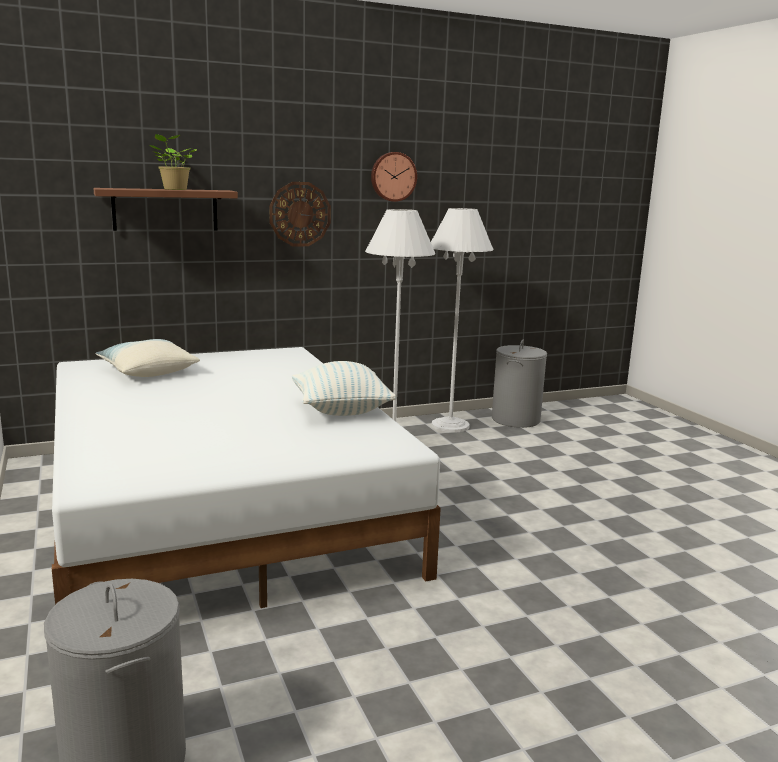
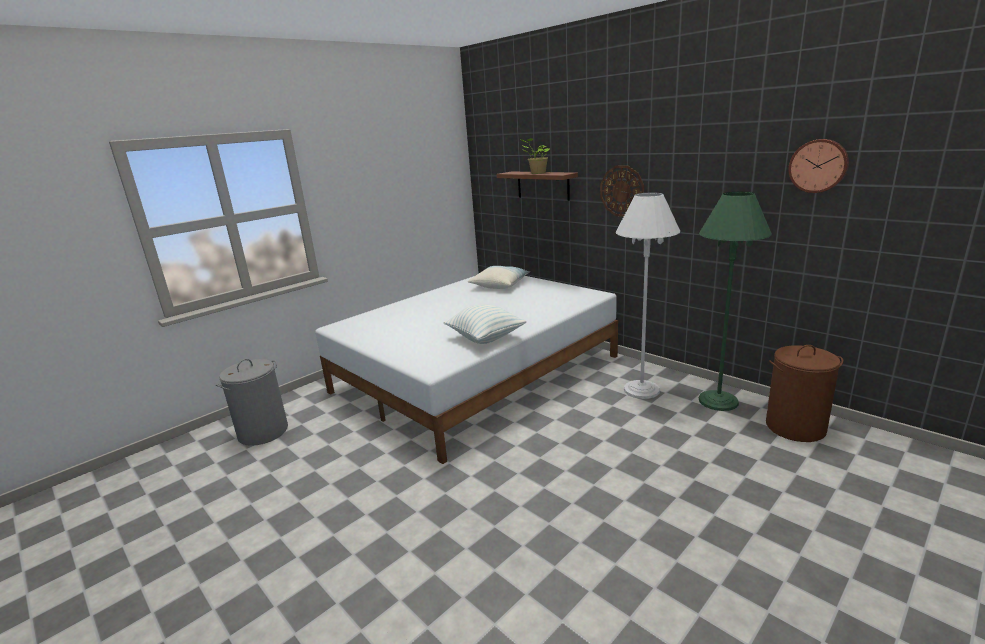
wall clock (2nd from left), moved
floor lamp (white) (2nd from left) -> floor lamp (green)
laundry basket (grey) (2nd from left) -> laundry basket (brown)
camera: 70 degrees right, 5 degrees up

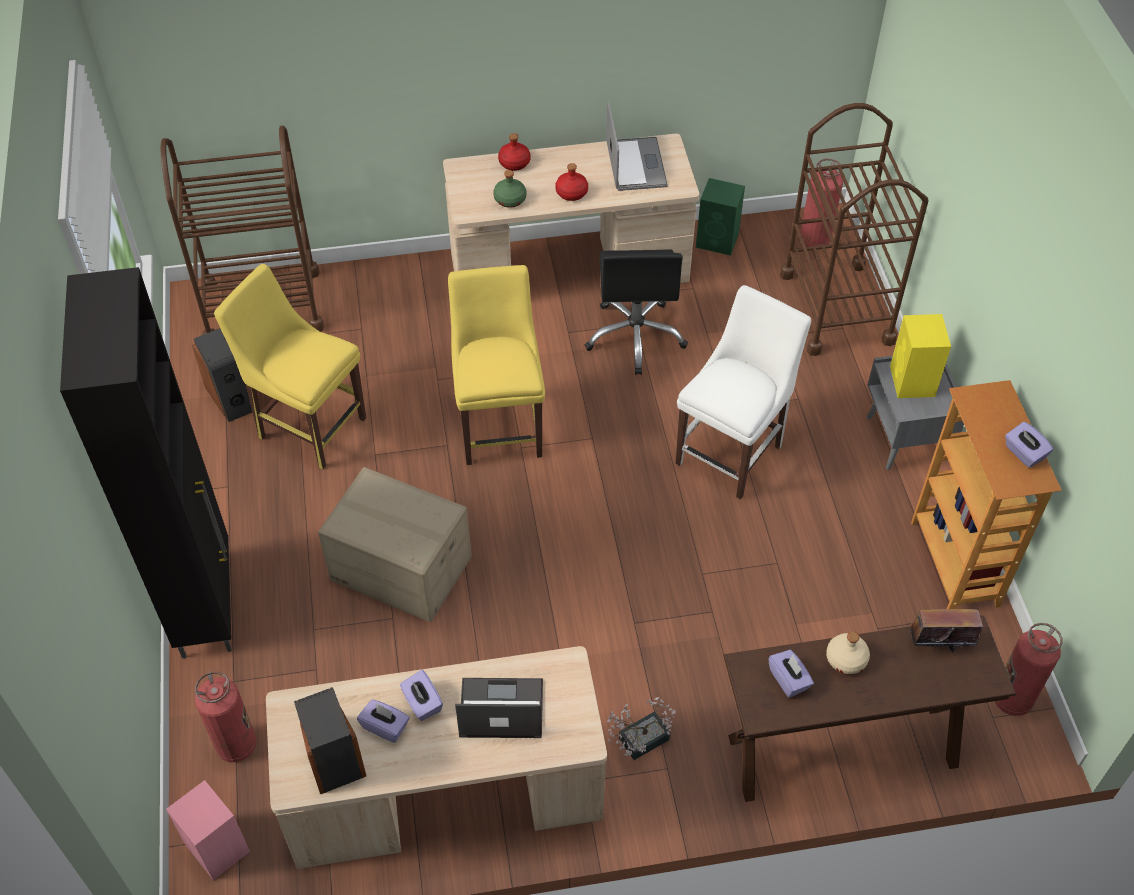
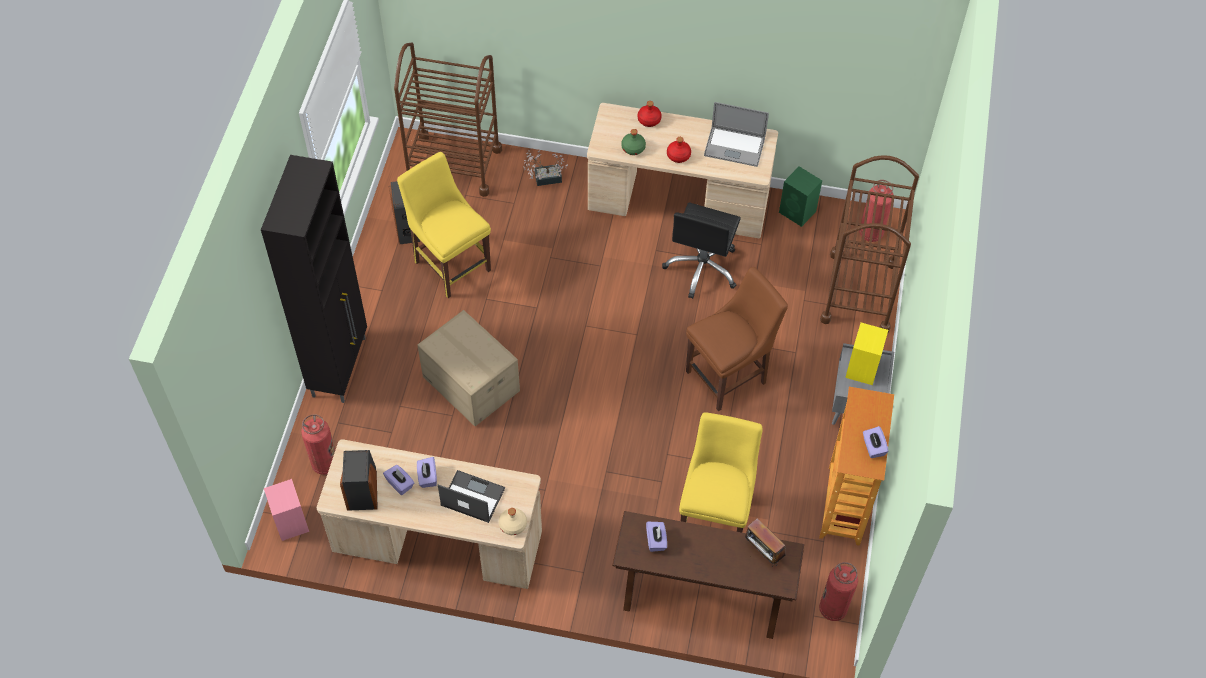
chair (yellow) (2nd from left), moved
laptop (2nd from left), 90 degrees clockwise
potted plant, moved
chair (white) -> chair (brown)
bottle (beige), moved
radio, 150 degrees counterclockwise
camera: 20 degrees right, 5 degrees up

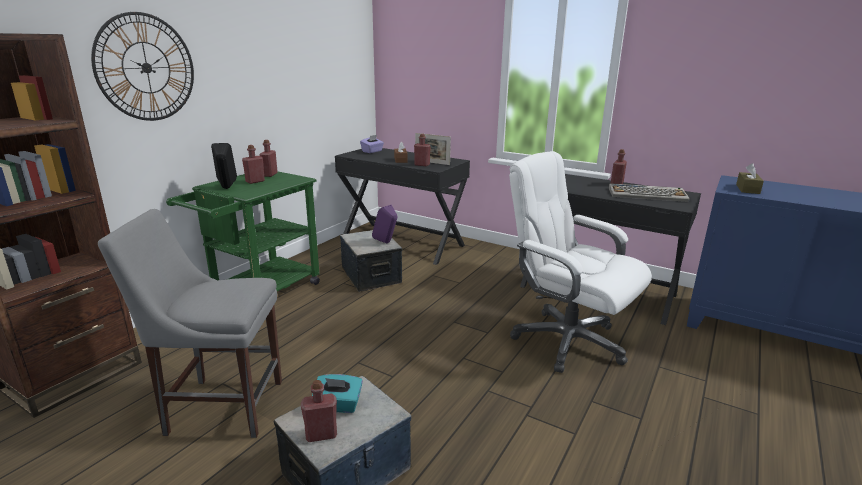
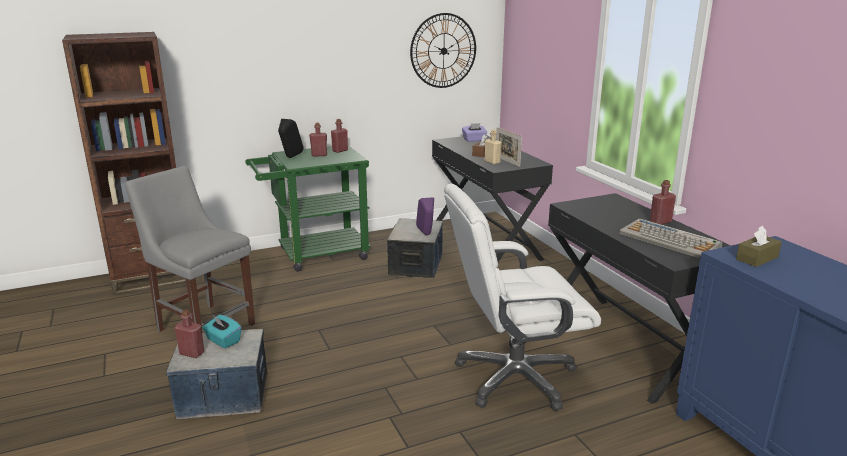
wall clock, moved
bottle (red) (4th from left) -> bottle (beige)
office chair (white), 90 degrees counterclockwise
camera: 35 degrees right, 0 degrees up

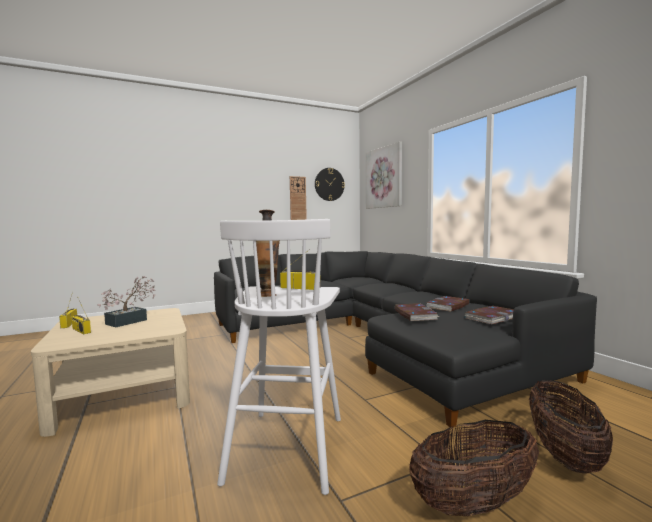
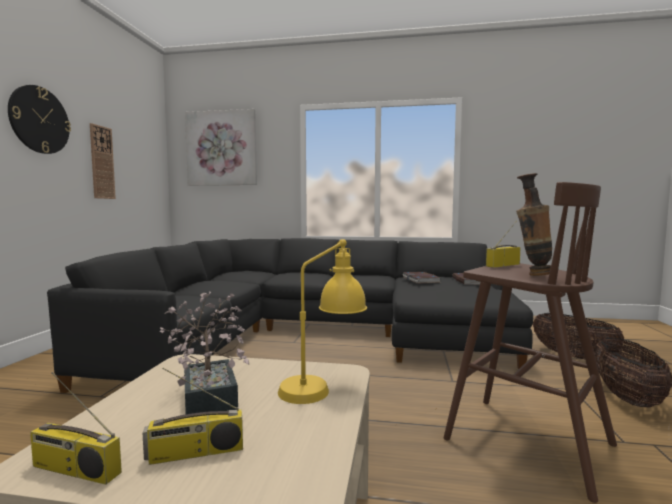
stool (white) -> stool (brown)
wall clock (2nd from left in the first image) -> wall clock (1st from left), moved
book (1st from left) -> none
none -> table lamp (yellow)
camera: 55 degrees left, 0 degrees up

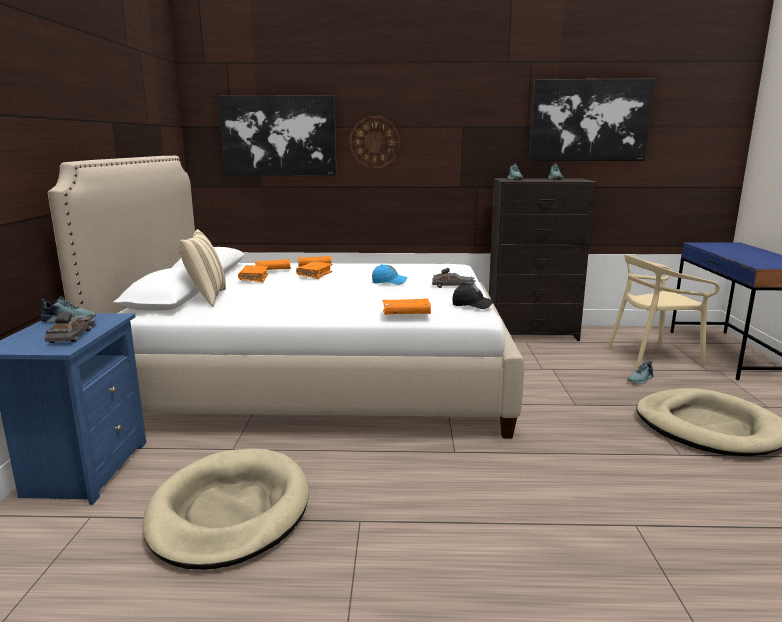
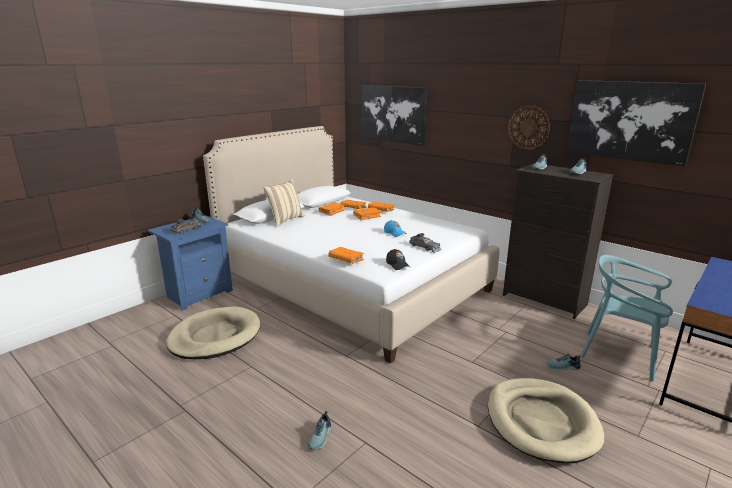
wall clock, moved
chair (beige) -> chair (turquoise)
none -> shoe (2nd from left)
camera: 40 degrees right, 5 degrees up

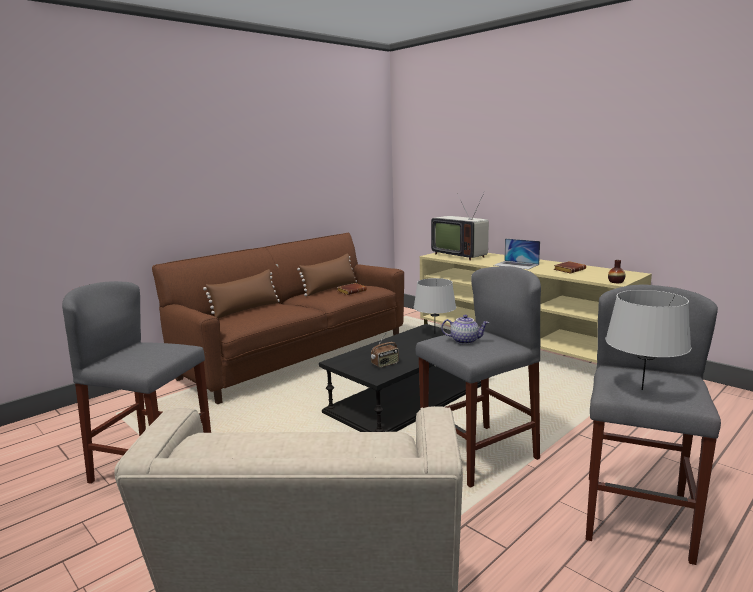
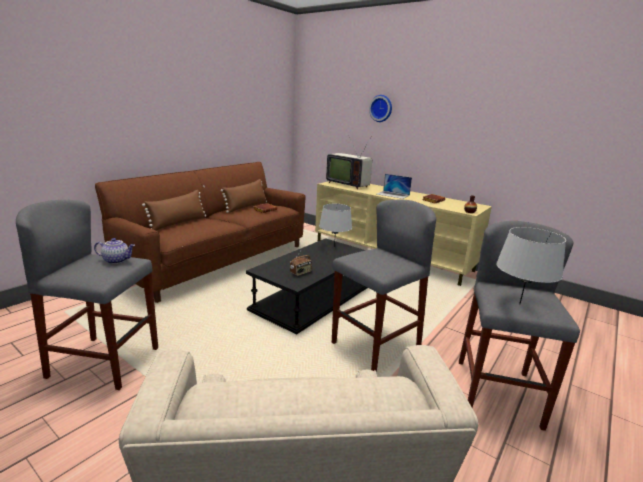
teapot, moved
none -> wall clock
camera: 10 degrees left, 5 degrees up

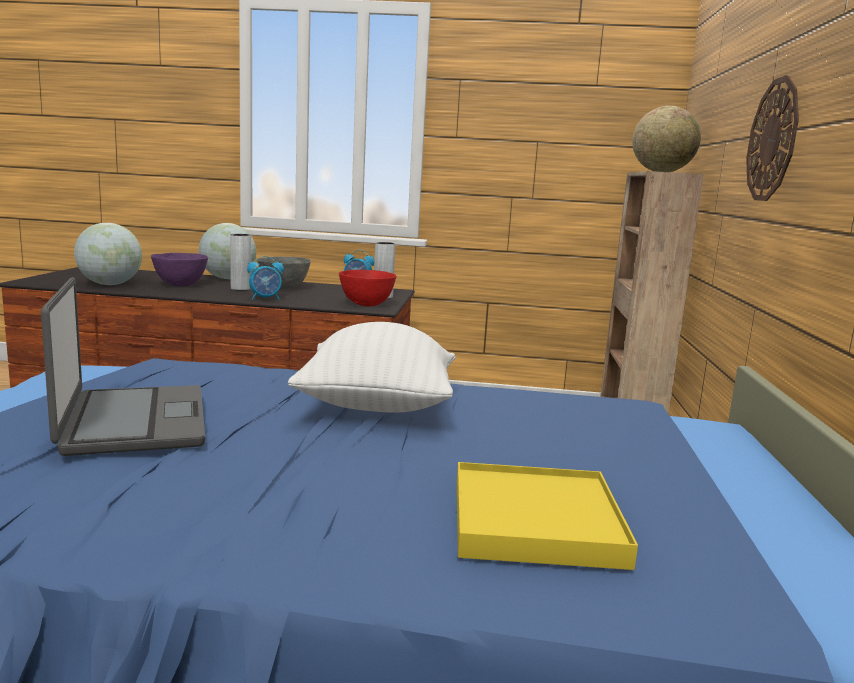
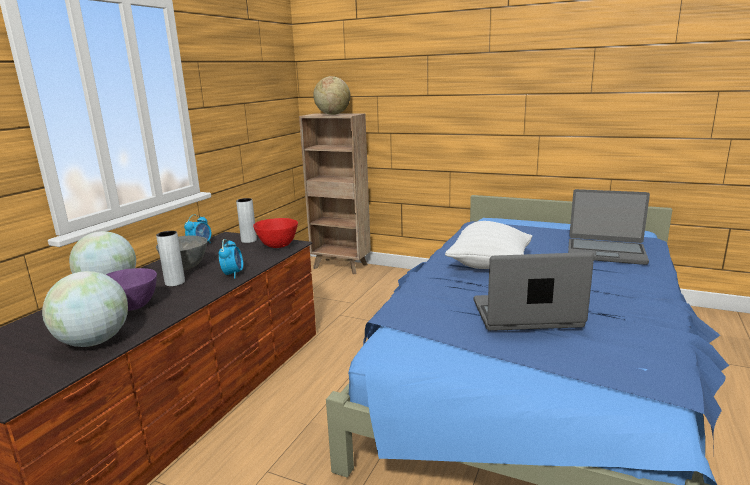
tray (yellow) -> laptop (2nd from left)
wall clock -> none
camera: 70 degrees left, 5 degrees up

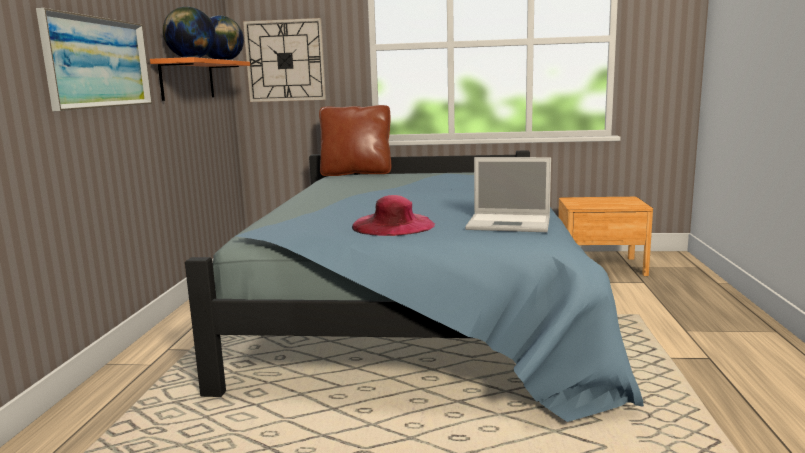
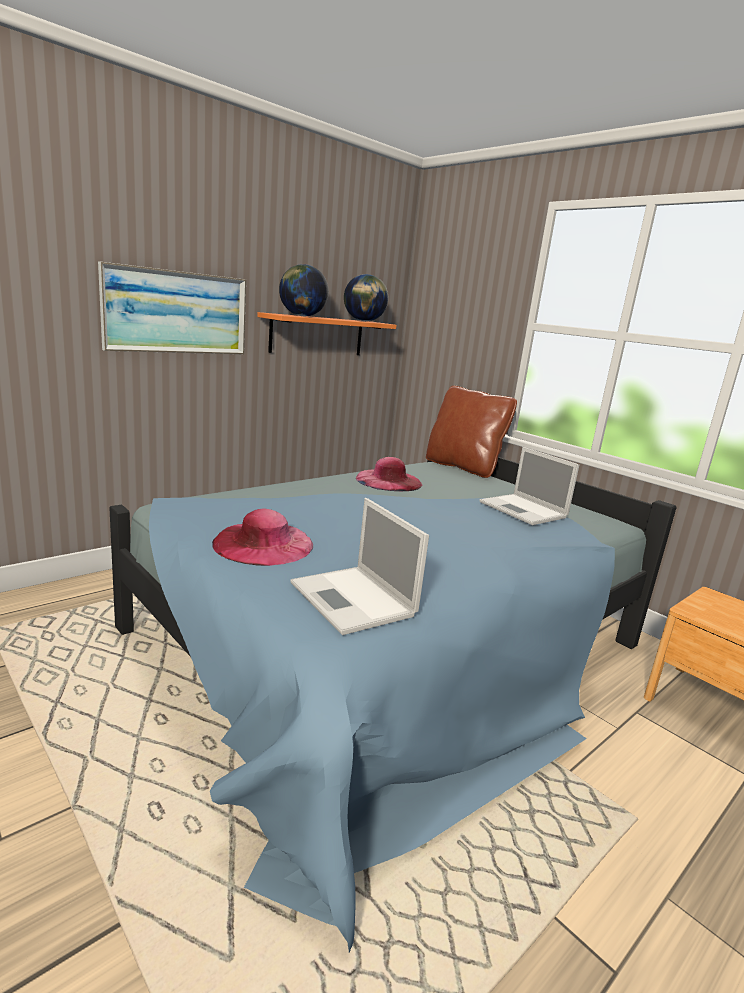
wall clock -> none
none -> hat (pink) (2nd from left)
none -> laptop (2nd from left)
camera: 40 degrees right, 5 degrees up

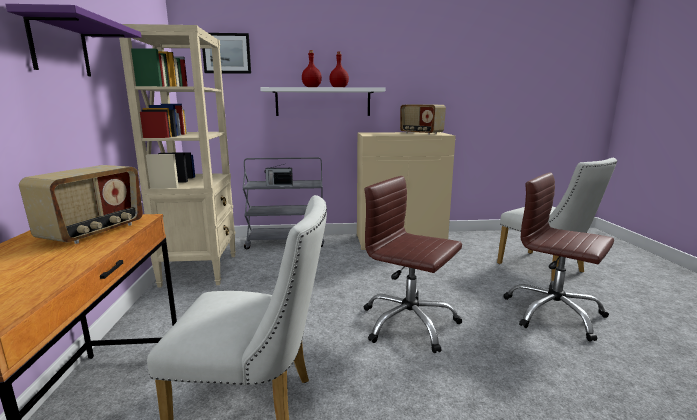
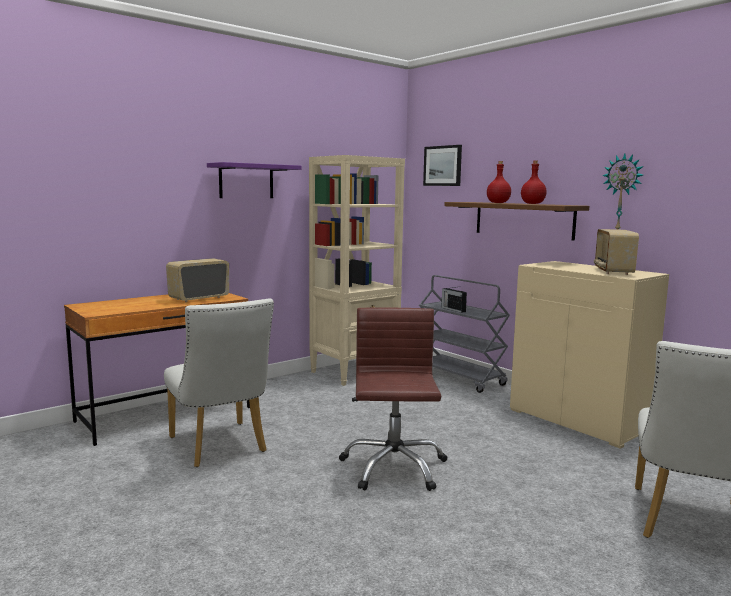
radio (1st from left), 150 degrees clockwise
shelf (white) -> shelf (brown)
office chair (brown) (2nd from left) -> none
none -> wall clock
camera: 55 degrees right, 5 degrees down

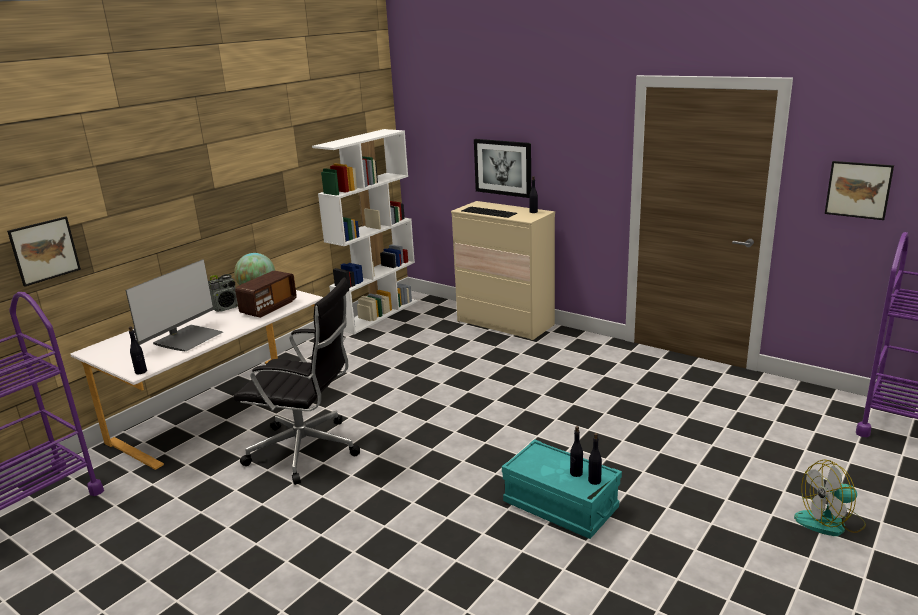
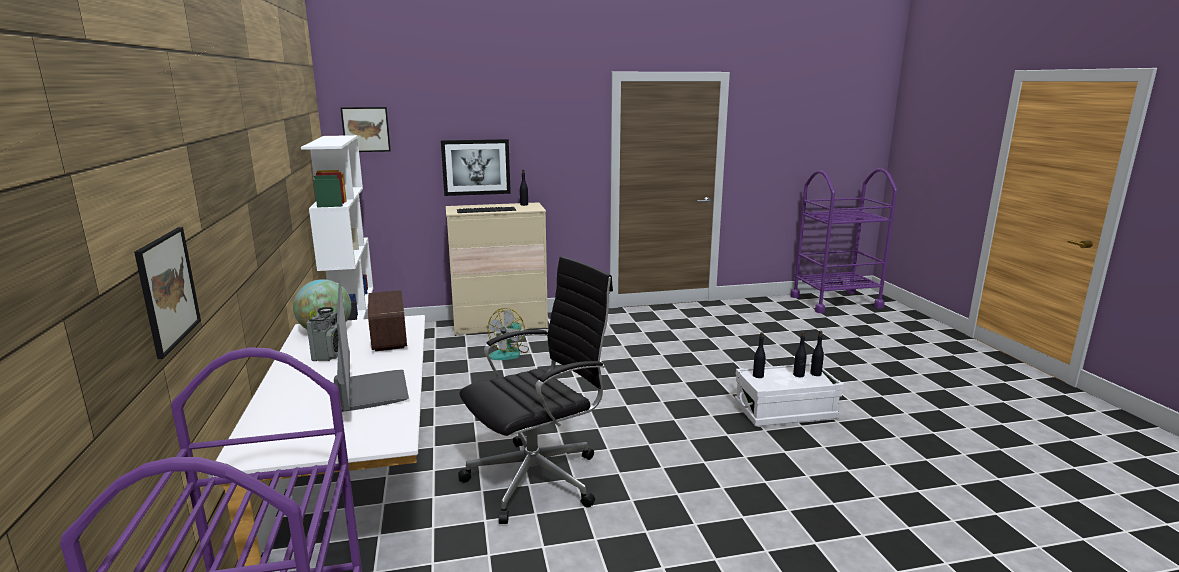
bottle (black) (1st from left in the first image) -> bottle (black) (2nd from left), moved
storage box (turquoise) -> storage box (white)
fan, moved
picture (3rd from left in the first image) -> picture (2nd from left), moved
camera: 50 degrees left, 5 degrees down

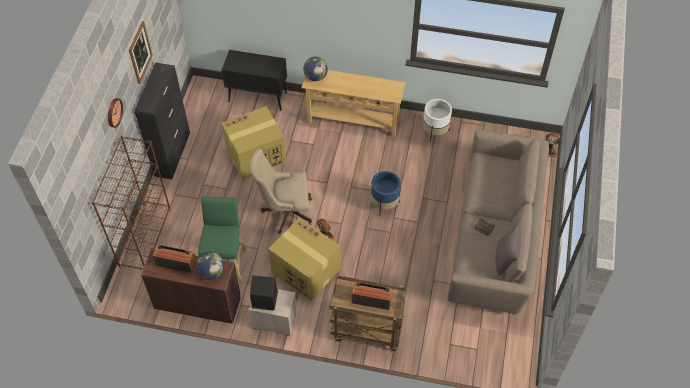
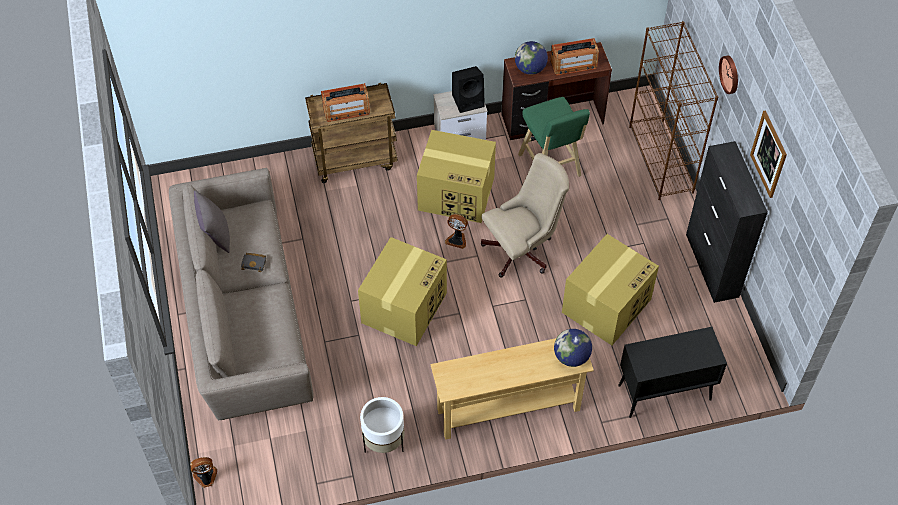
planter (blue) -> cardboard box (1st from left)
camera: 155 degrees right, 0 degrees up

